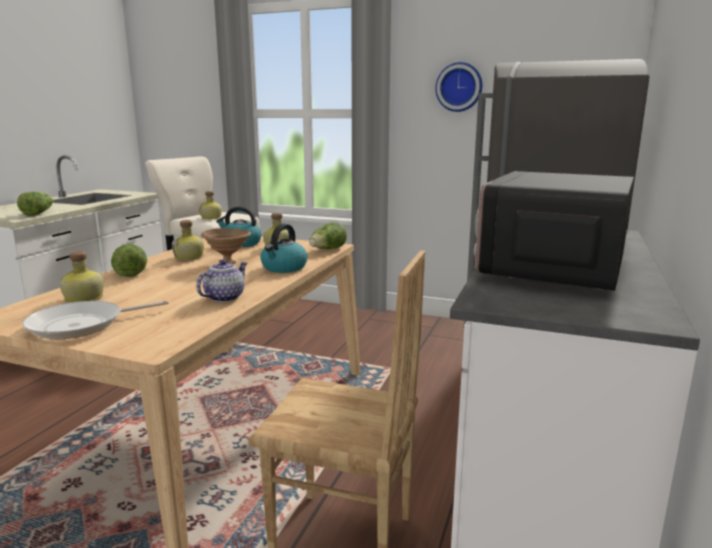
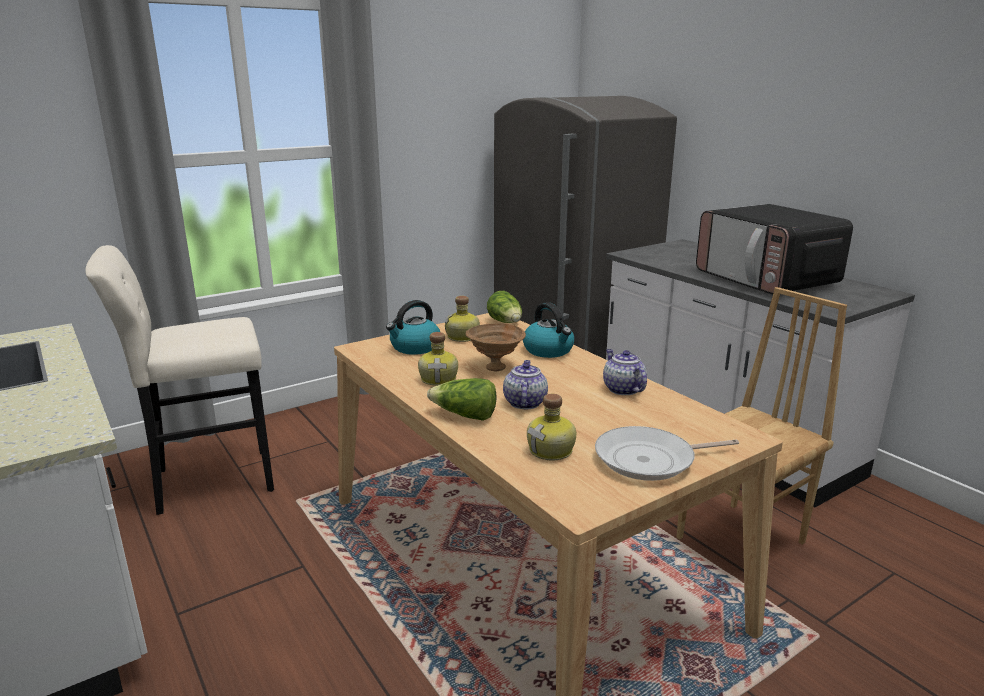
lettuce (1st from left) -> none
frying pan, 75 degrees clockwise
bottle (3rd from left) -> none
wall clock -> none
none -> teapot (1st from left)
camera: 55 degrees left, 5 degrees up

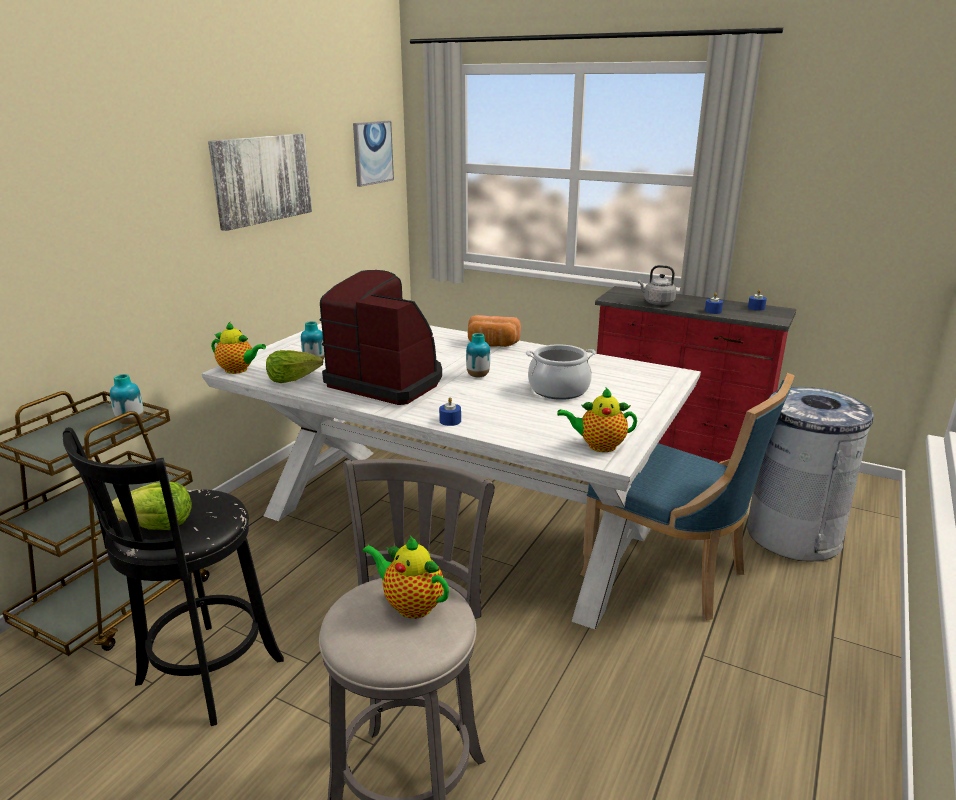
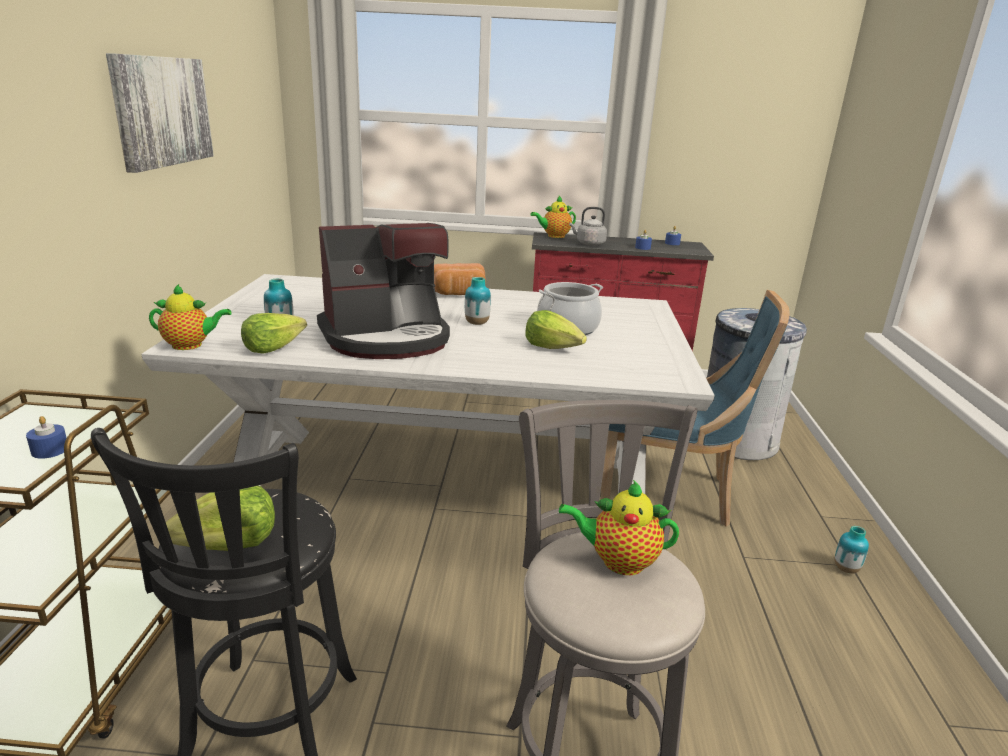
vase (1st from left in the first image) -> vase (3rd from left), moved
coffee machine, 150 degrees clockwise
picture (2nd from left) -> none
candle (blue) (1st from left), moved
teapot (3rd from left in the first image) -> teapot (2nd from left), moved
none -> lettuce (3rd from left)
camera: 25 degrees left, 0 degrees up

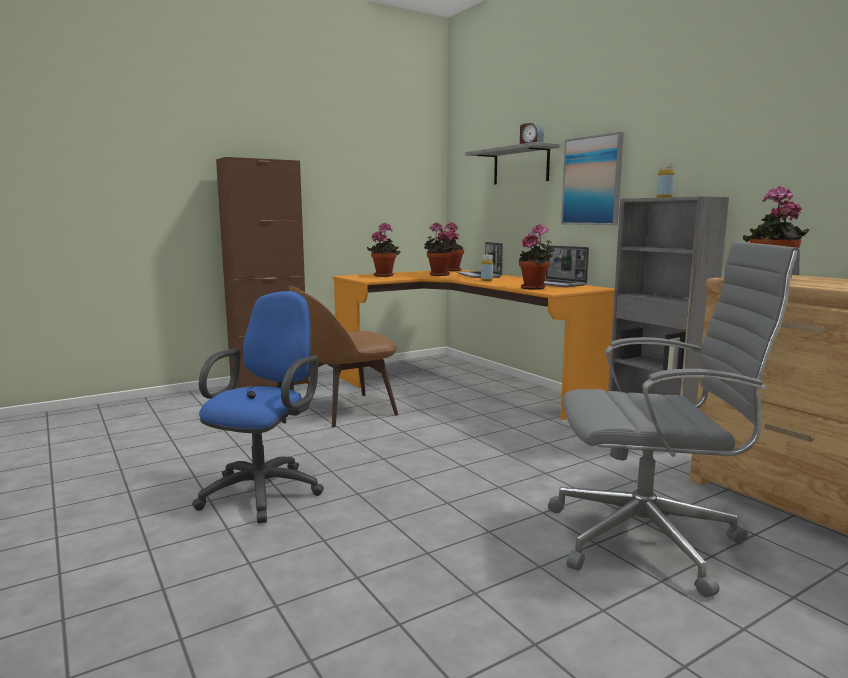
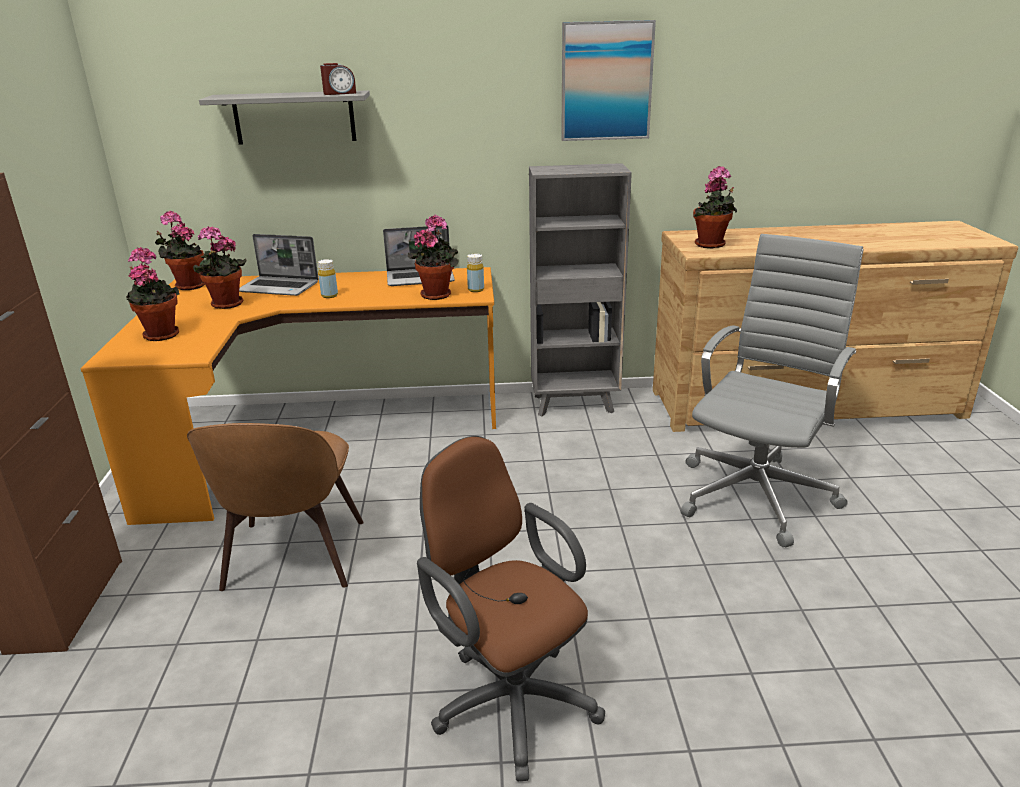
office chair (blue) -> office chair (brown)
picture, moved
bottle (yellow) (2nd from left), moved
camera: 60 degrees left, 15 degrees up

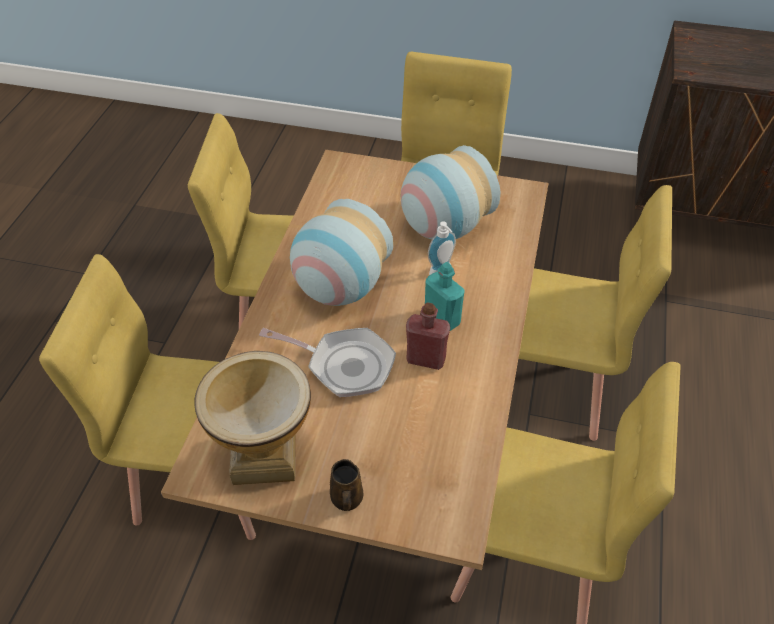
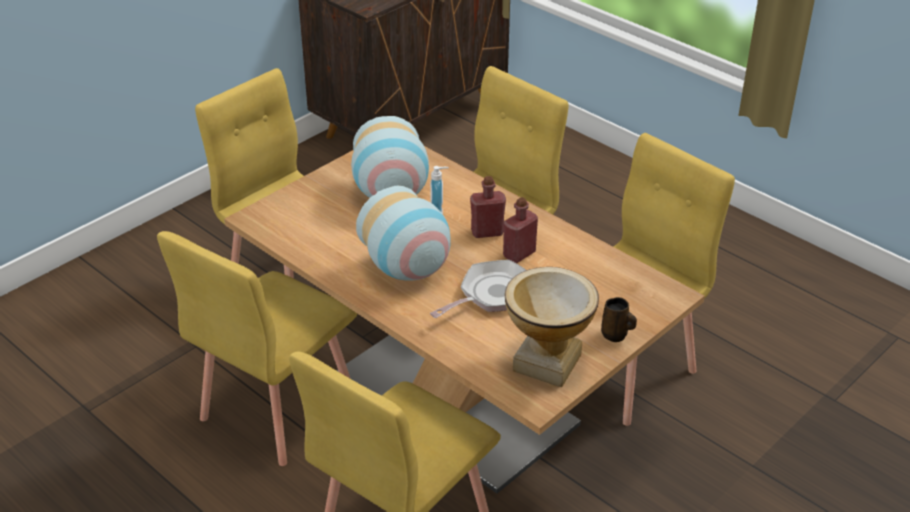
bottle (turquoise) -> bottle (red) (1st from left)
camera: 60 degrees left, 10 degrees down

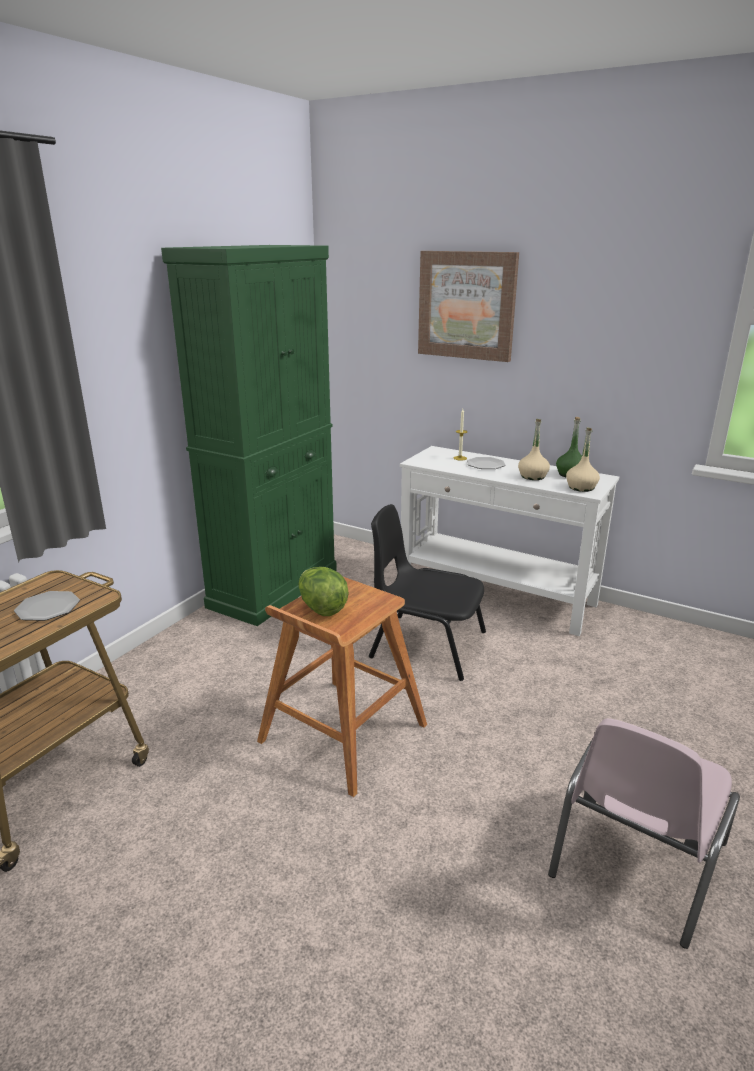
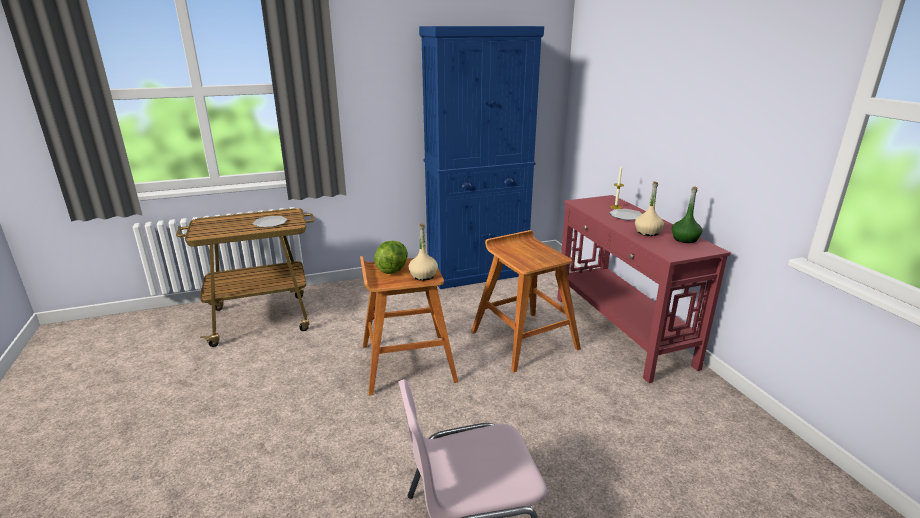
cabinet (green) -> cabinet (blue)
chair (black) -> stool (brown) (2nd from left)
console table (white) -> console table (red)
picture -> none
bottle (beige) (2nd from left in the first image) -> bottle (beige) (1st from left), moved
camera: 40 degrees right, 0 degrees up

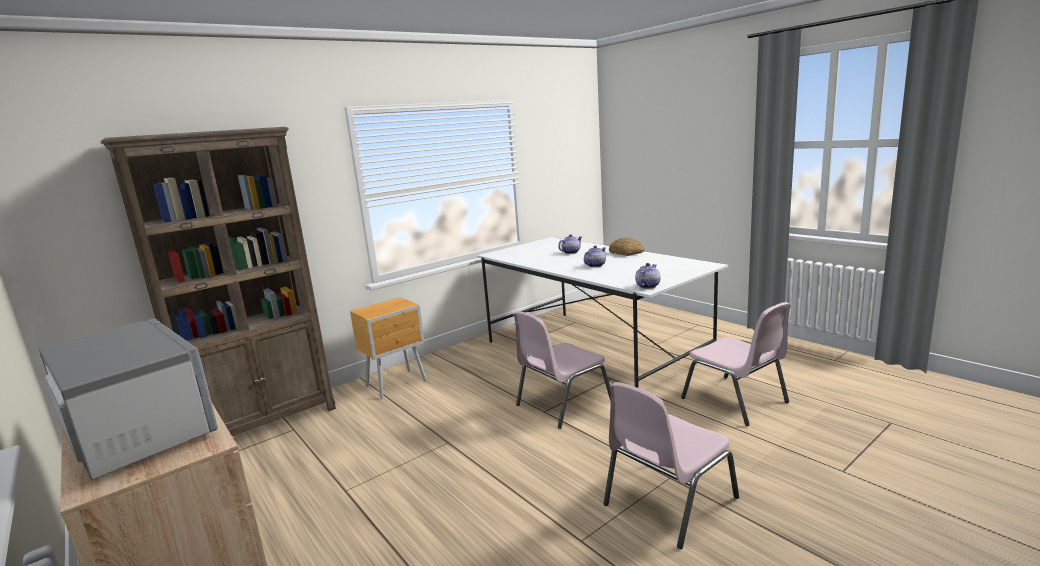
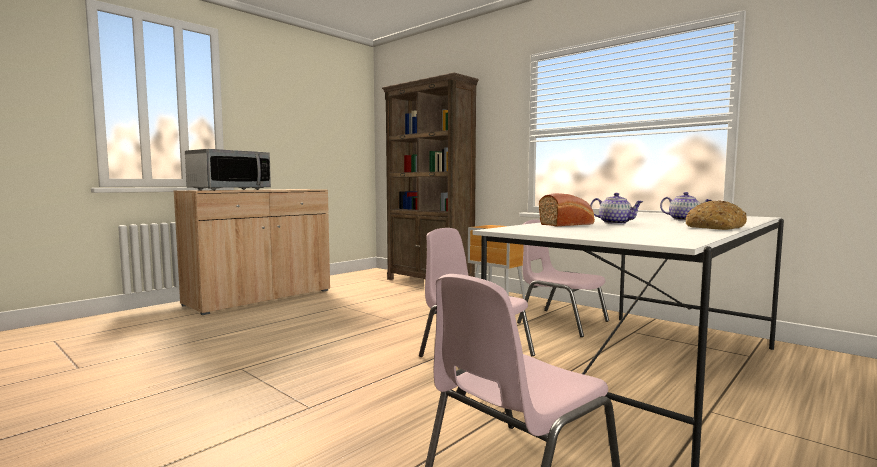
chair (pink) (2nd from left in the first image) -> chair (pink) (3rd from left), moved
teapot (3rd from left) -> none
none -> bread (1st from left)
camera: 80 degrees right, 10 degrees down

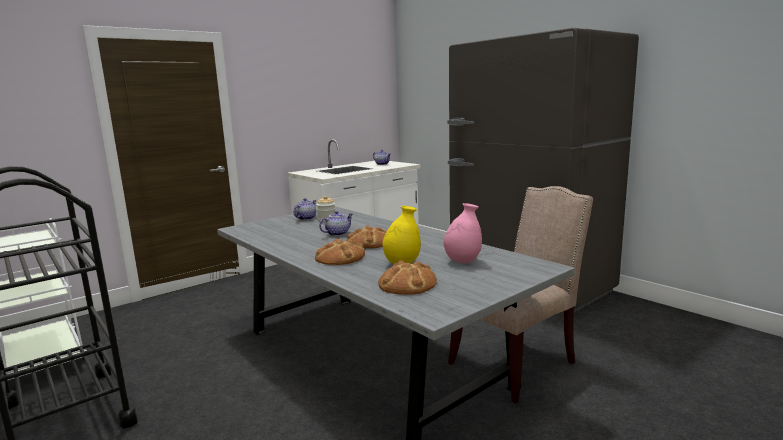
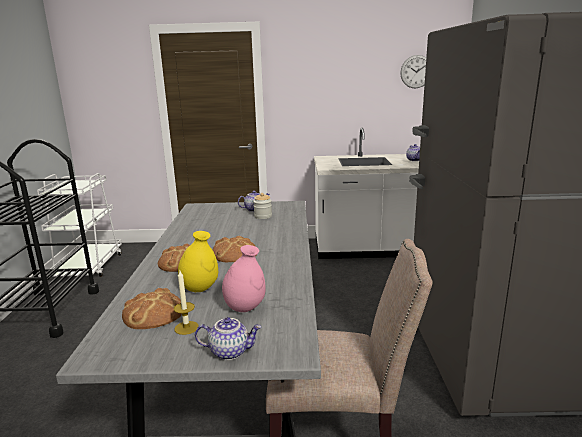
teapot (2nd from left in the first image) -> teapot (1st from left), moved
none -> candle
none -> wall clock
camera: 40 degrees right, 5 degrees up

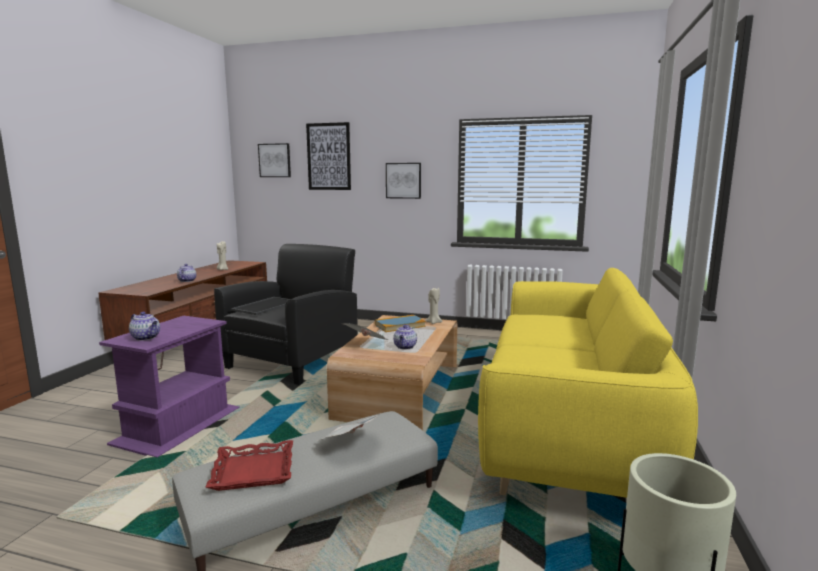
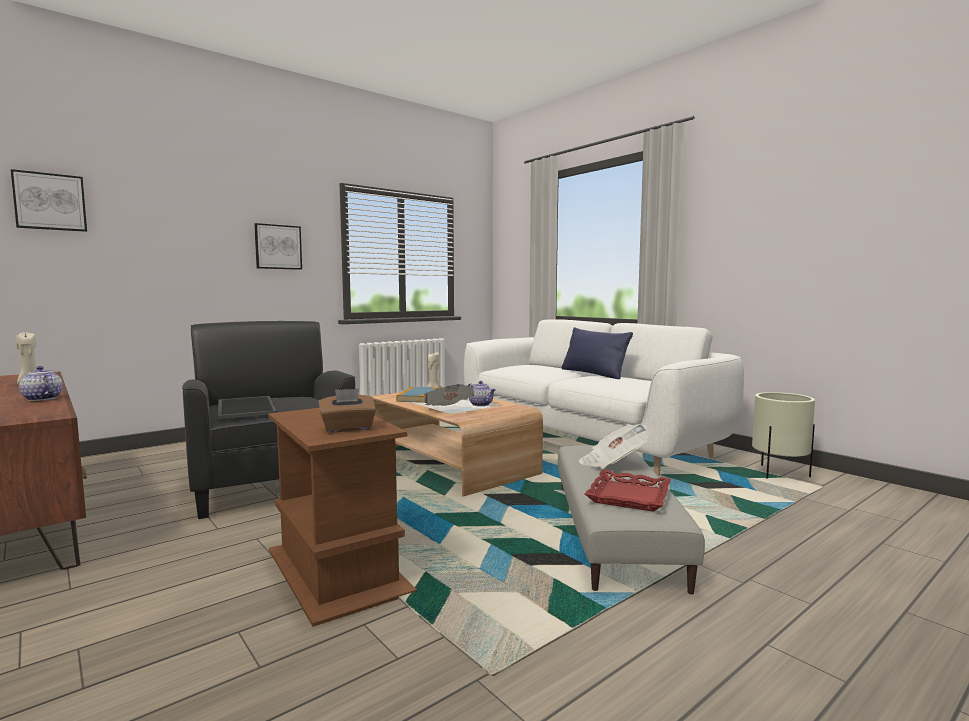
side table (purple) -> side table (brown)
teapot (1st from left) -> tissue box (brown)
picture (2nd from left) -> none
sofa (yellow) -> sofa (white)
none -> pillow (blue)
camera: 55 degrees left, 5 degrees down

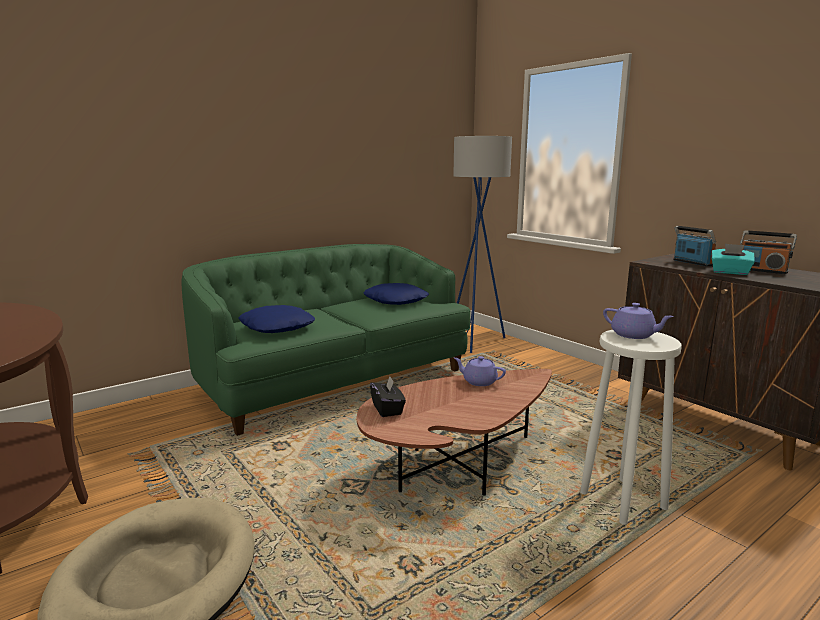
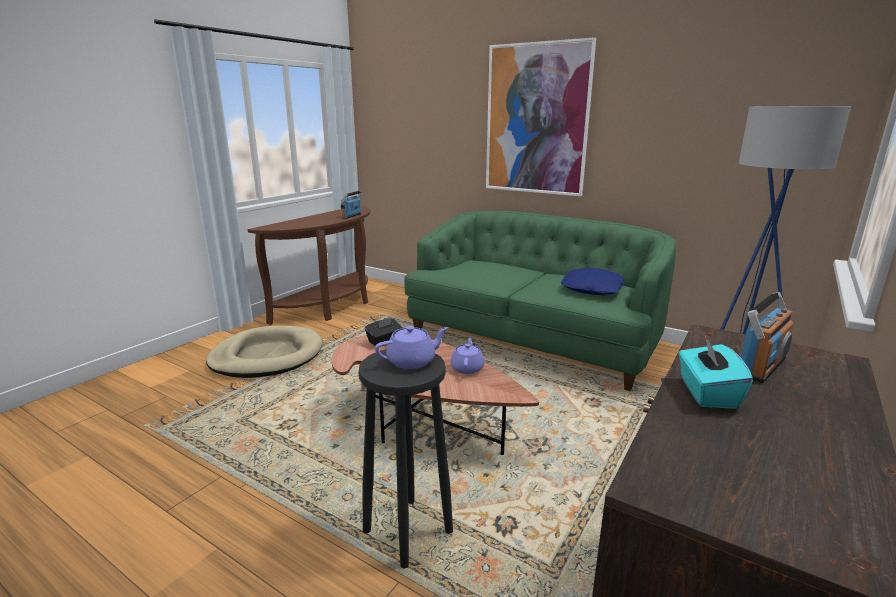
pillow (blue) (1st from left) -> none
stool (white) -> stool (black)
teapot (purple) (2nd from left in the first image) -> teapot (purple) (1st from left), 135 degrees counterclockwise
radio (2nd from left in the first image) -> radio (1st from left), moved
none -> picture
camera: 70 degrees right, 5 degrees up

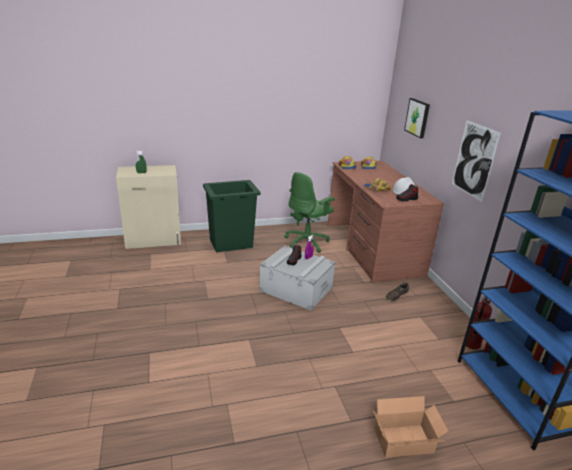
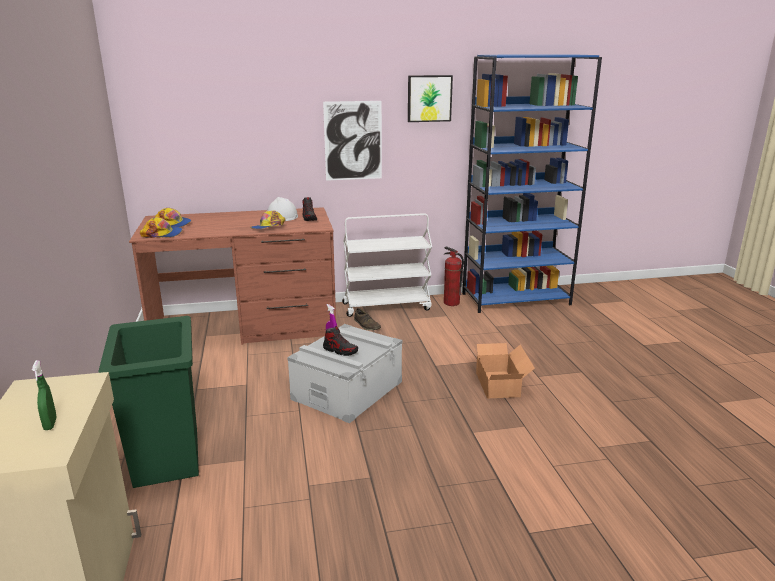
office chair (green) -> none
cardboard box, moved
picture (1st from left in the first image) -> picture (2nd from left), moved
none -> cart (white)
camera: 85 degrees left, 5 degrees down

